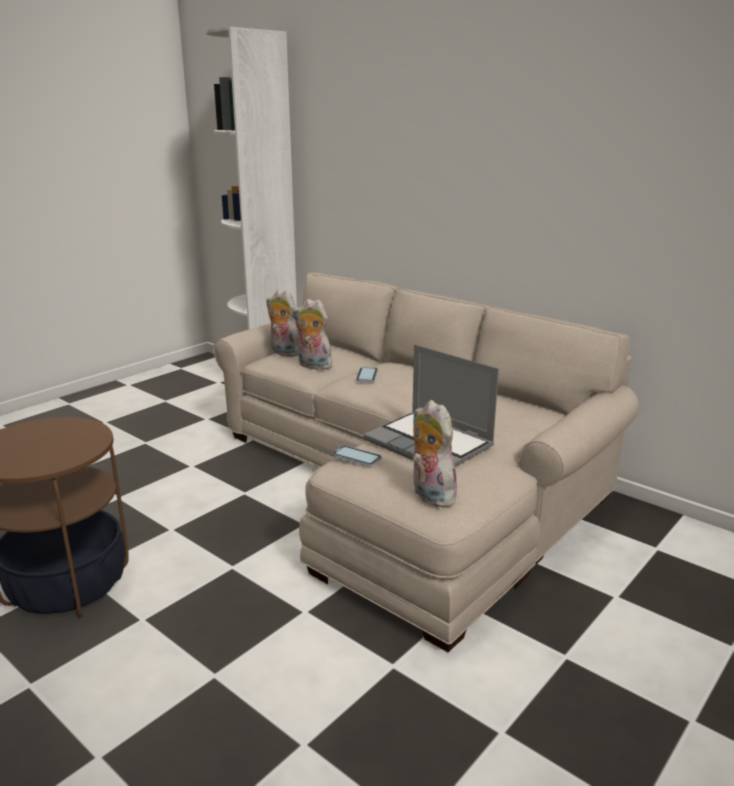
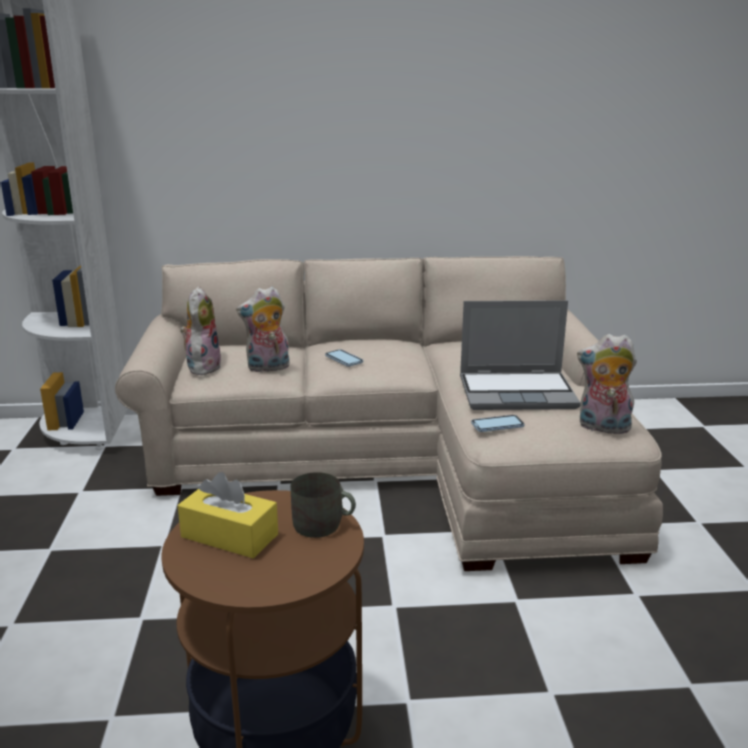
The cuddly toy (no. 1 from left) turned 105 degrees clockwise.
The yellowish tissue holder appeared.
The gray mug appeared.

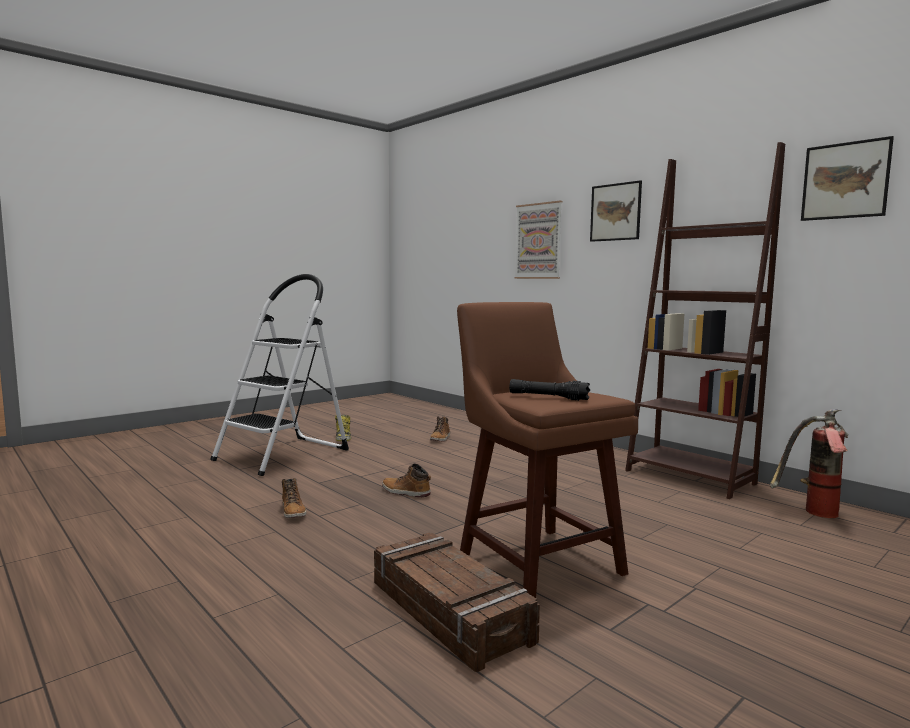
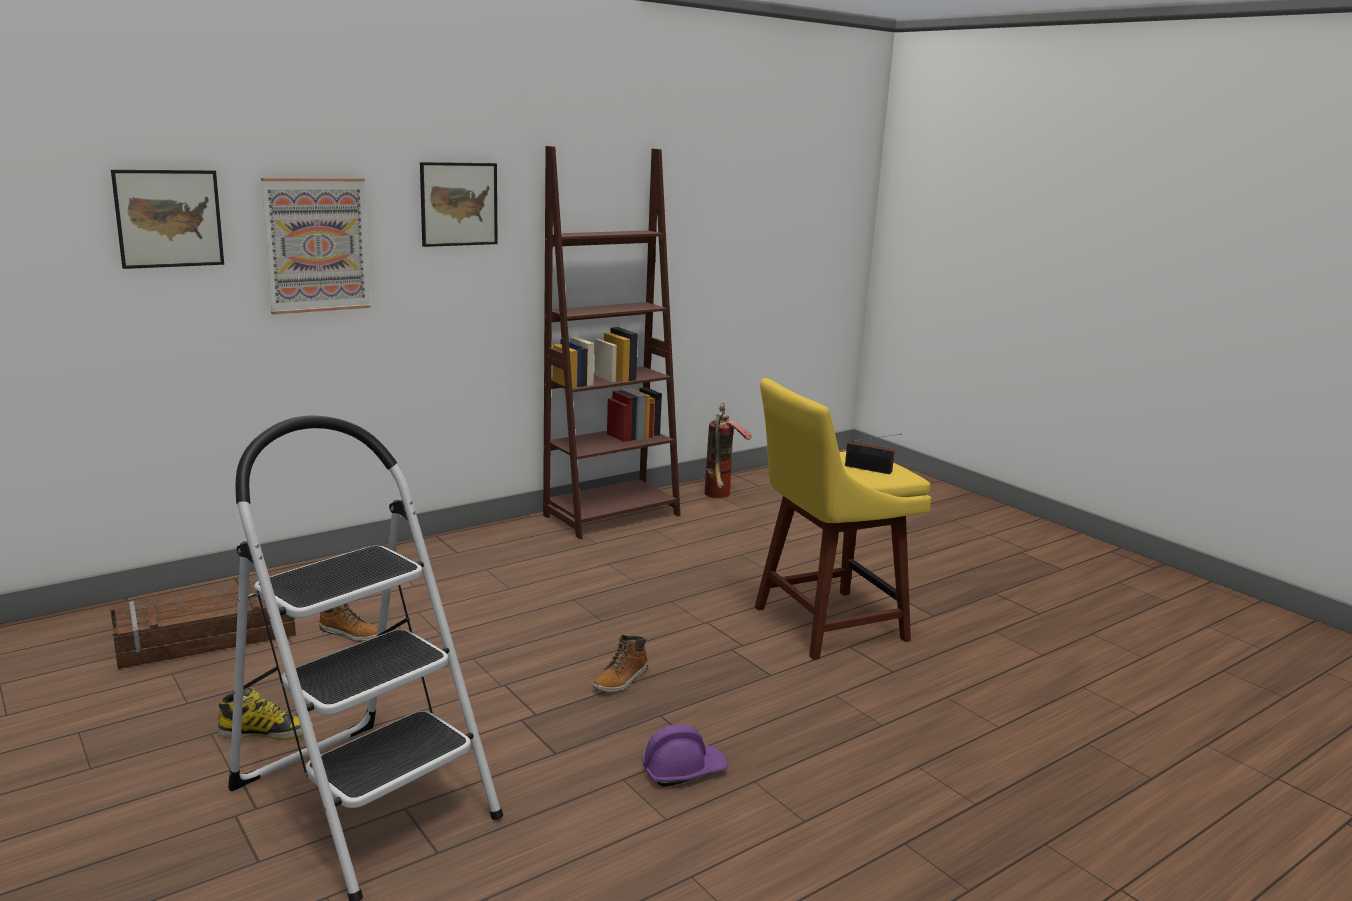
The picture (no. 3 from left in the first image) moved.
The brownish sitting stool became the yellowish sitting stool.
The blackish flashlight was replaced by the radio receiver.
The high-top boot (no. 1 from left) was replaced by the purple safety helmet.
The shipping crate moved.

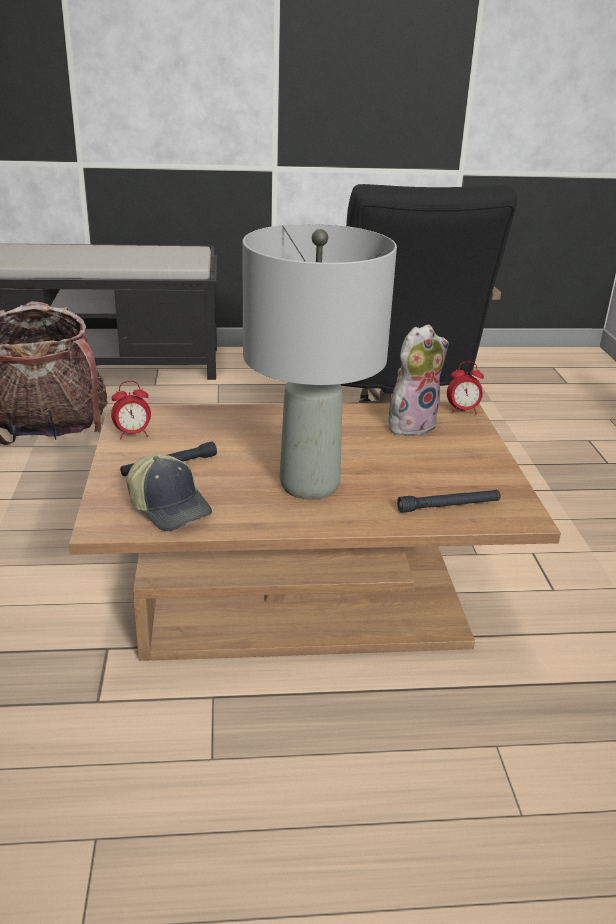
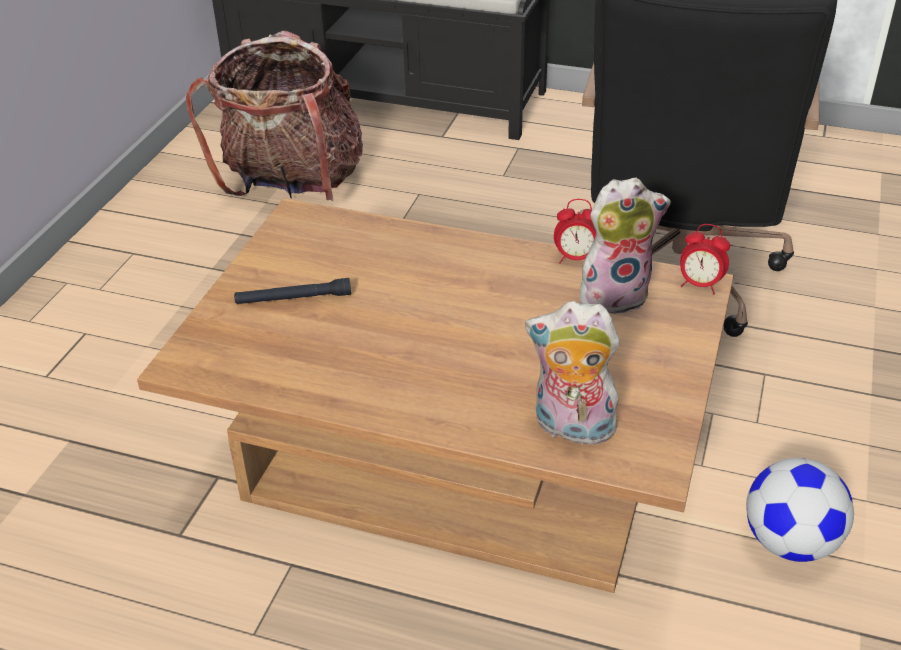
The gray lamp for a table disappeared.
The table clock (no. 1 from left) moved.
The peaked cap disappeared.
The blackish flashlight (no. 2 from left) was replaced by the cuddly toy (no. 1 from left).
The ball for football appeared.

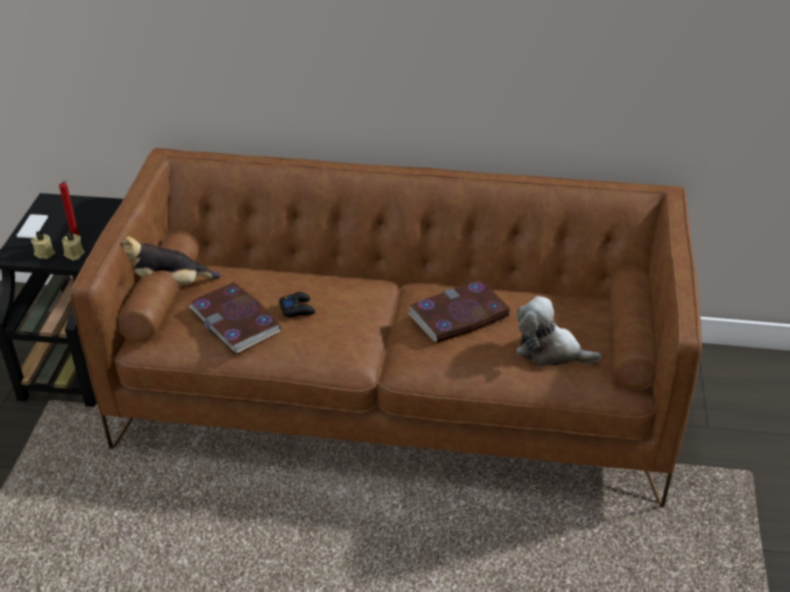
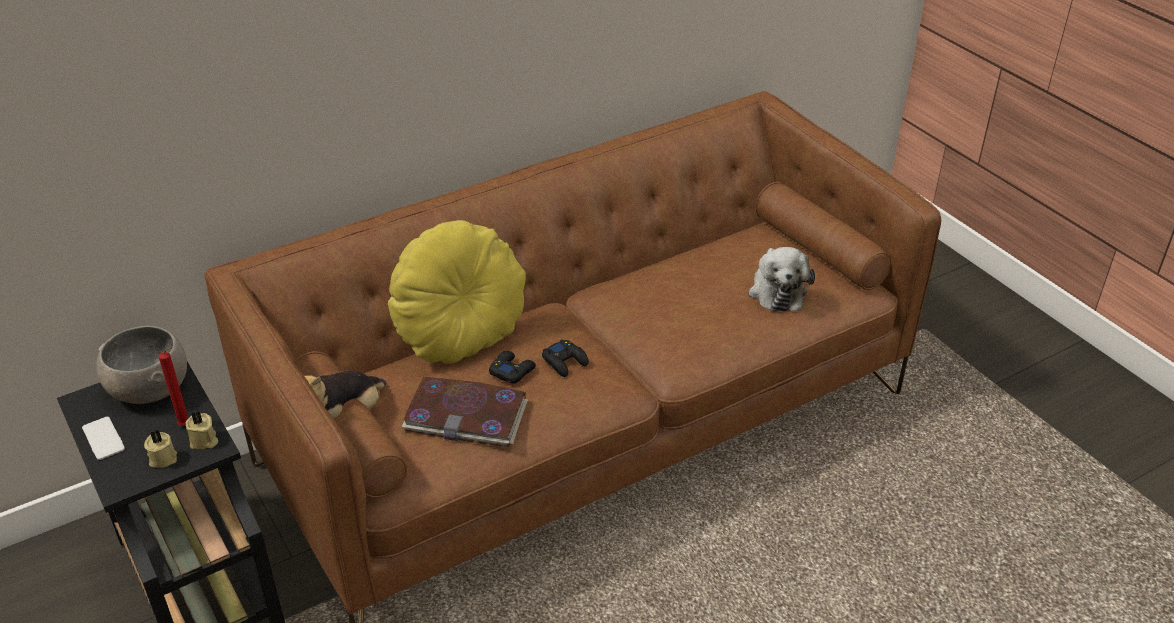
The book (no. 2 from left) disappeared.
The cuddly toy (no. 2 from left) turned 75 degrees counterclockwise.
The yellowish throw pillow appeared.
The gray bowl appeared.
The blackish joypad (no. 2 from left) appeared.

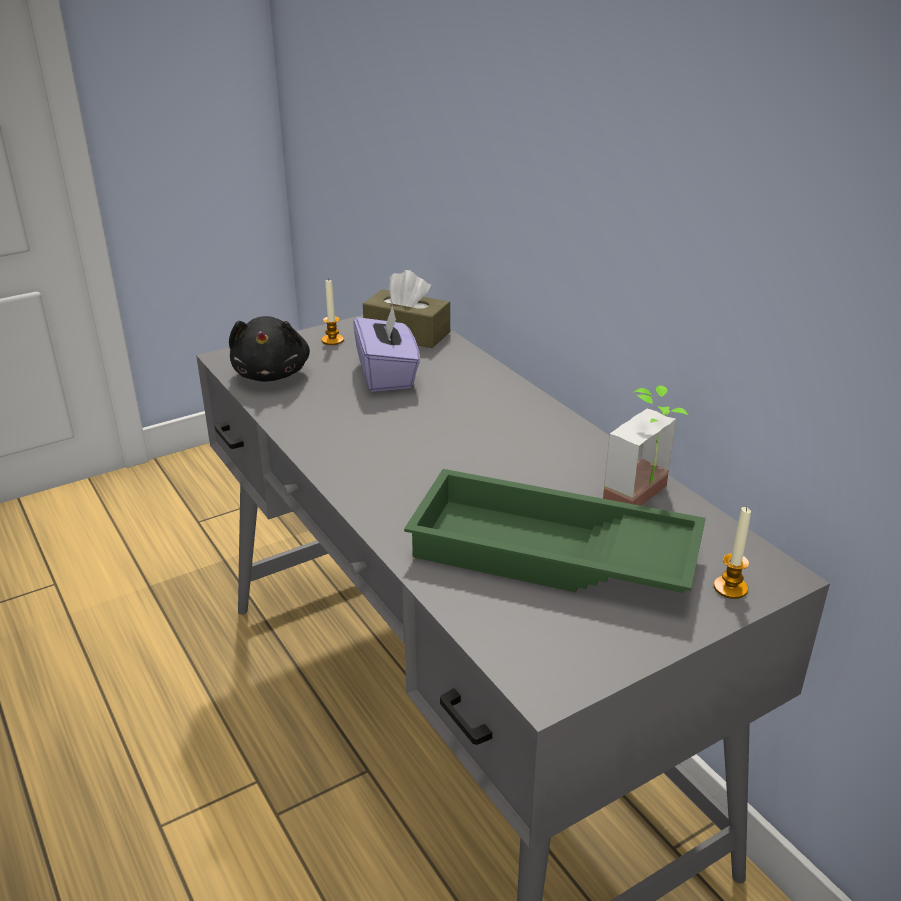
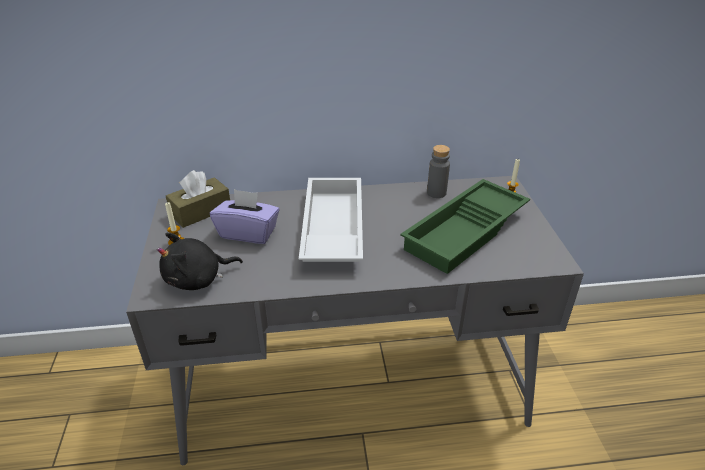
The blackish cuddly toy turned 135 degrees clockwise.
The plant in a pot was replaced by the gray bottle.
The whitish carrying tray appeared.

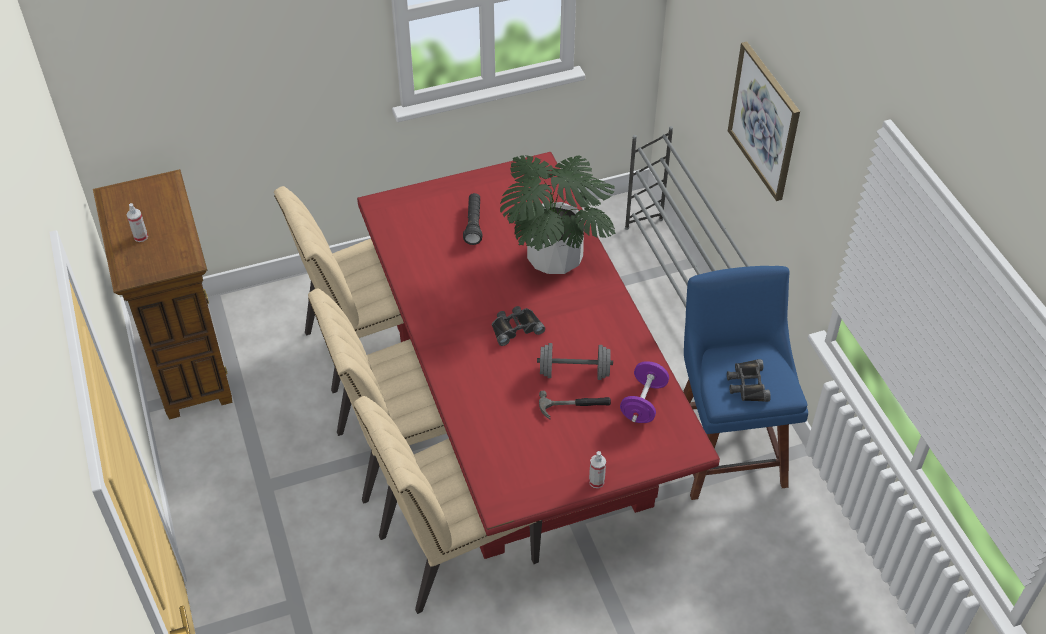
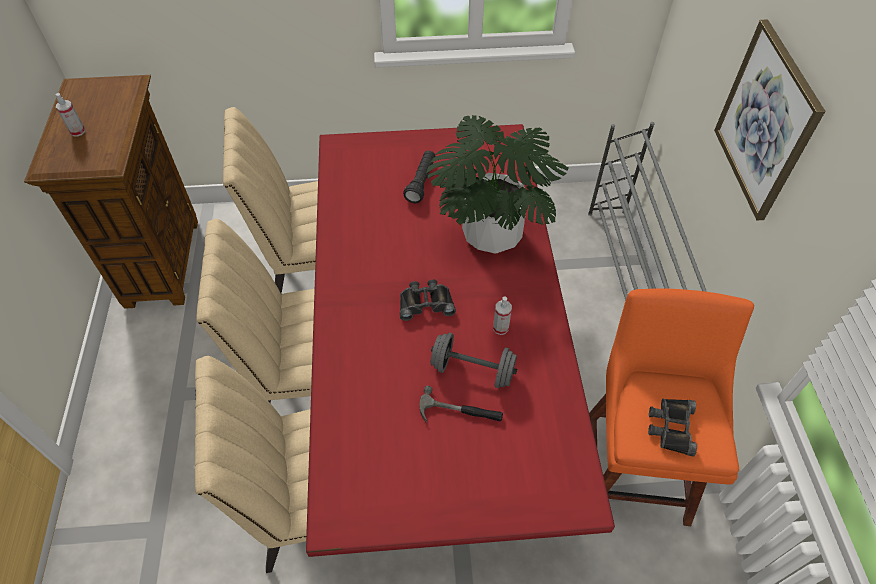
The blue-coloured sitting stool became the orange sitting stool.
The purple hand weight disappeared.
The sprayer (no. 2 from left) moved.

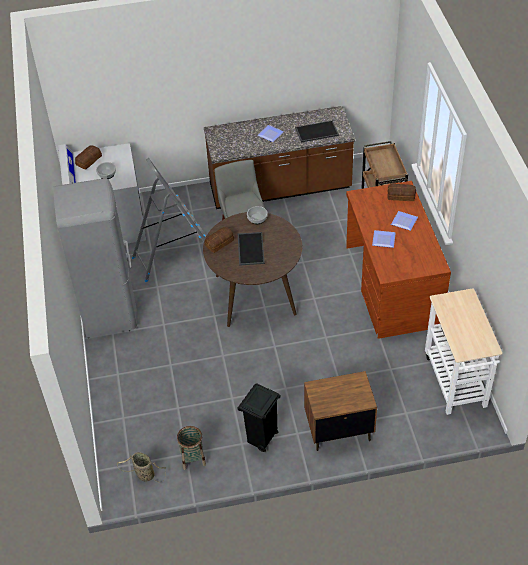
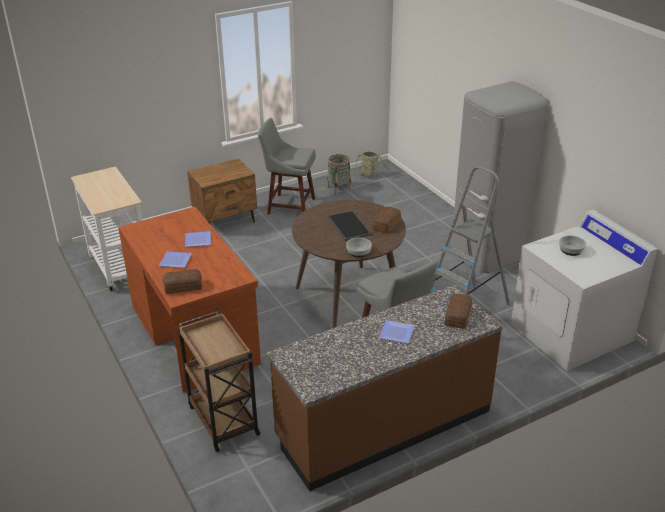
The carrying tray (no. 2 from left) disappeared.
The bread (no. 1 from left in the first image) moved.
The blackish waste bin was replaced by the gray sitting stool (no. 1 from left).

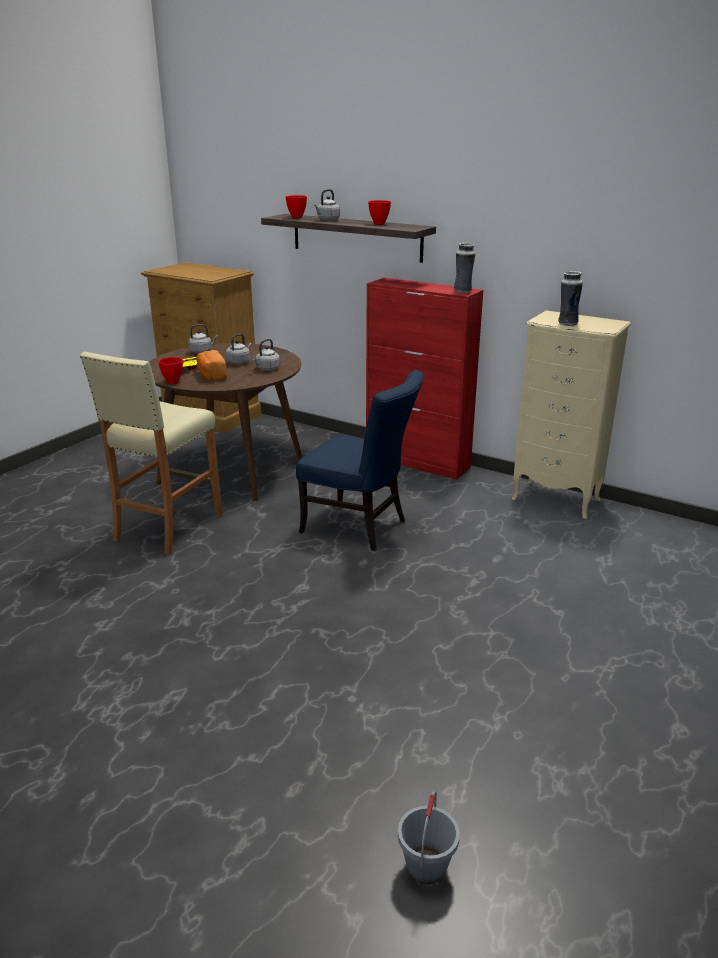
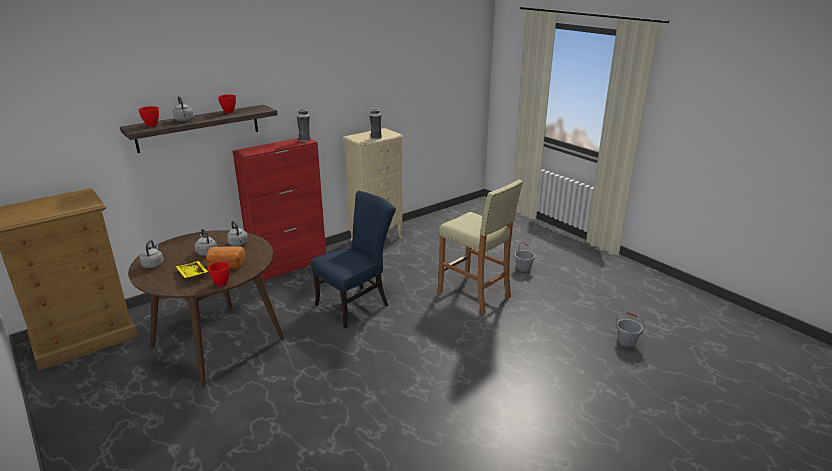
The beige-coloured sitting stool moved.
The gray bucket (no. 1 from left) appeared.

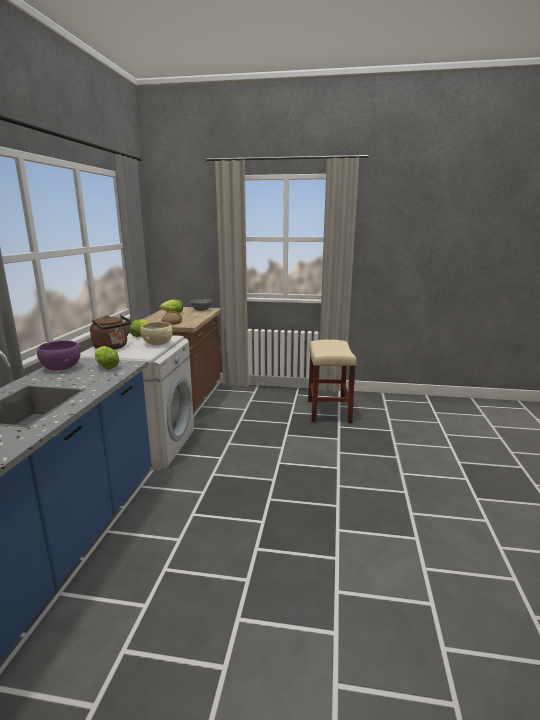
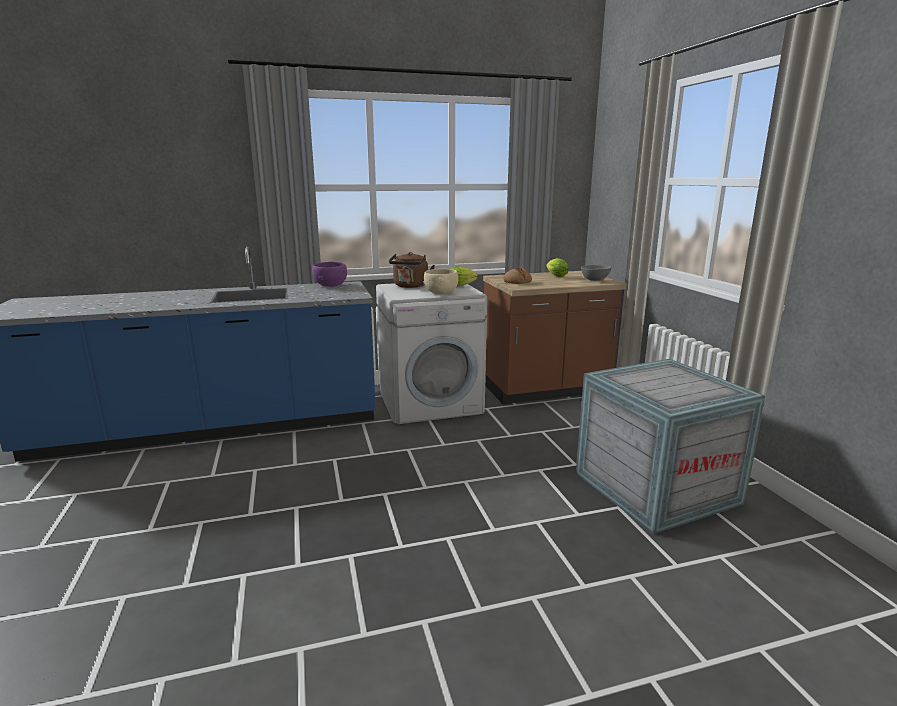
The beige-coloured sitting stool was replaced by the shipping crate.
The head of lettuce (no. 1 from left) disappeared.

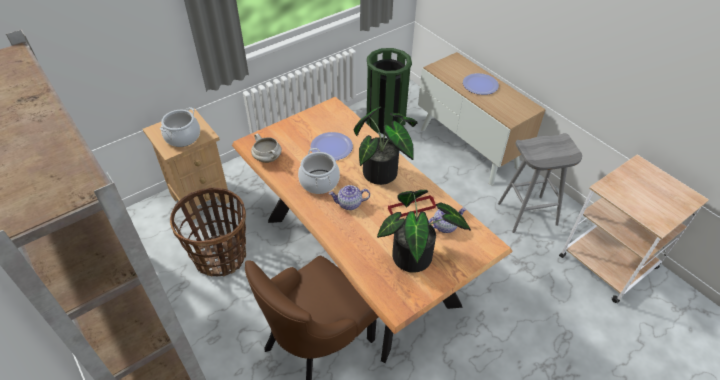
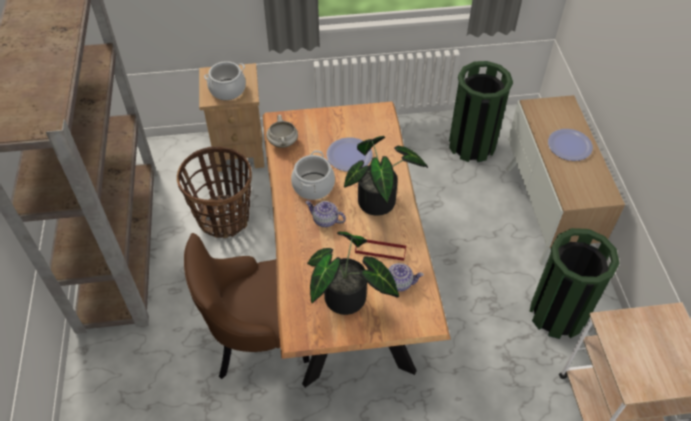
The gray sitting stool was replaced by the greenish waste bin (no. 2 from left).

